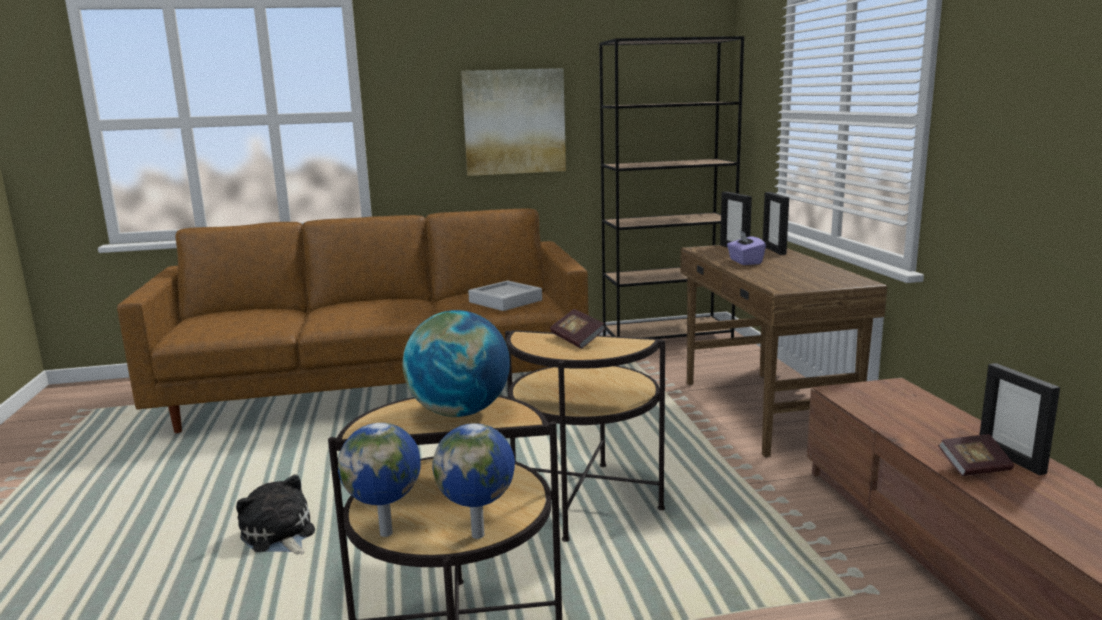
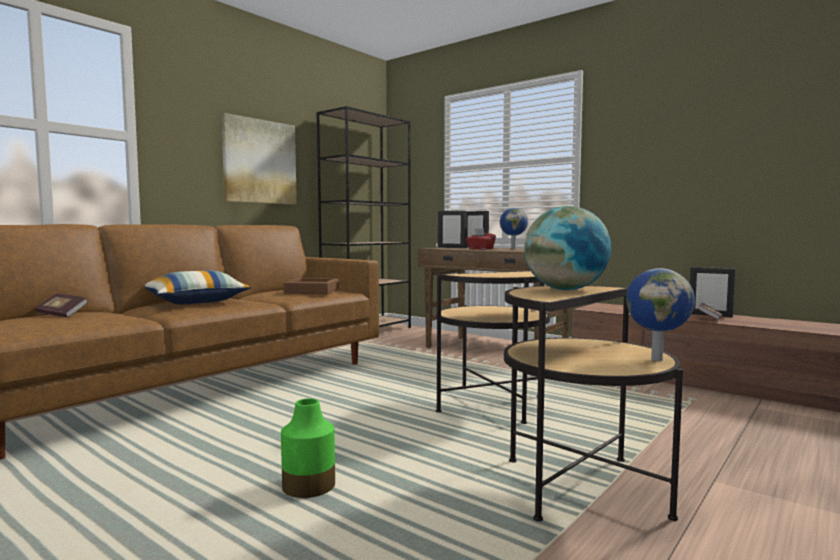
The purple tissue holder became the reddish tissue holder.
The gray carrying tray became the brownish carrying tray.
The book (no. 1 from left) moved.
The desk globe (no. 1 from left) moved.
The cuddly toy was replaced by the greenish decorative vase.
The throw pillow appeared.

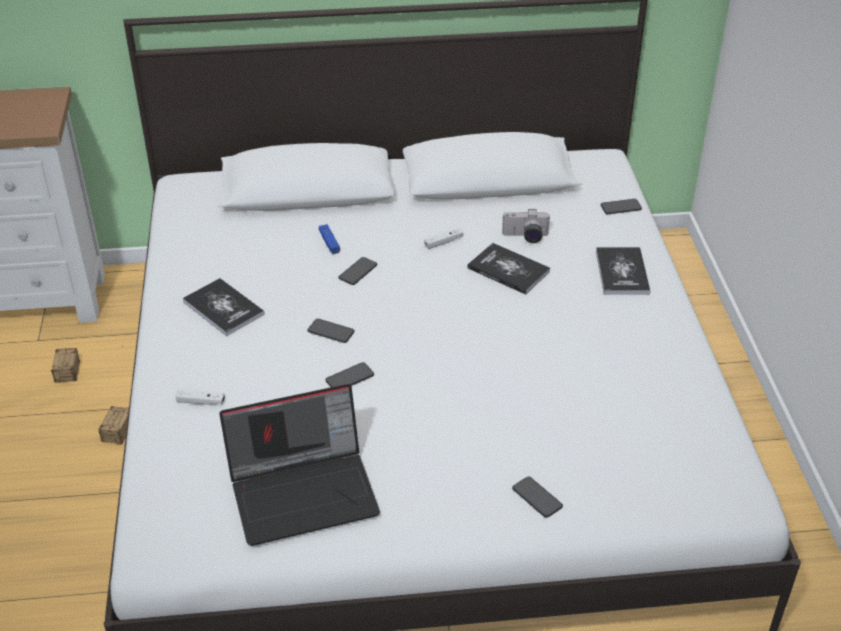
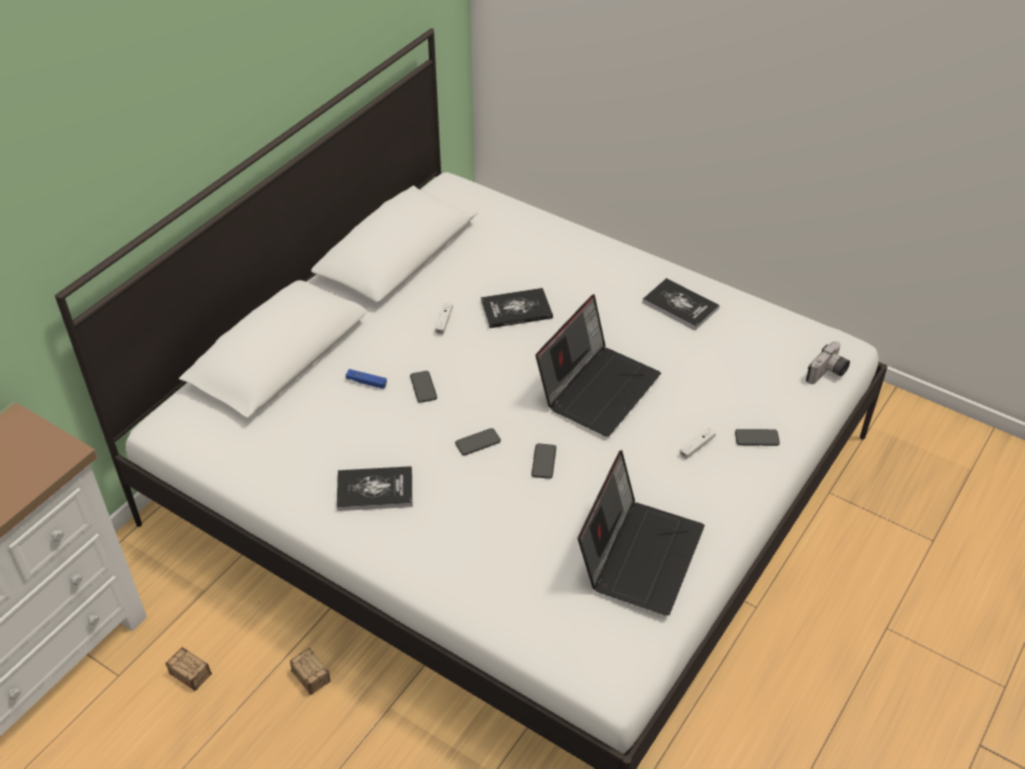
The handset (no. 5 from left) disappeared.
The photo camera moved.
The book (no. 3 from left) moved.
The whitish joypad (no. 1 from left in the first image) moved.
The laptop (no. 1 from left) appeared.

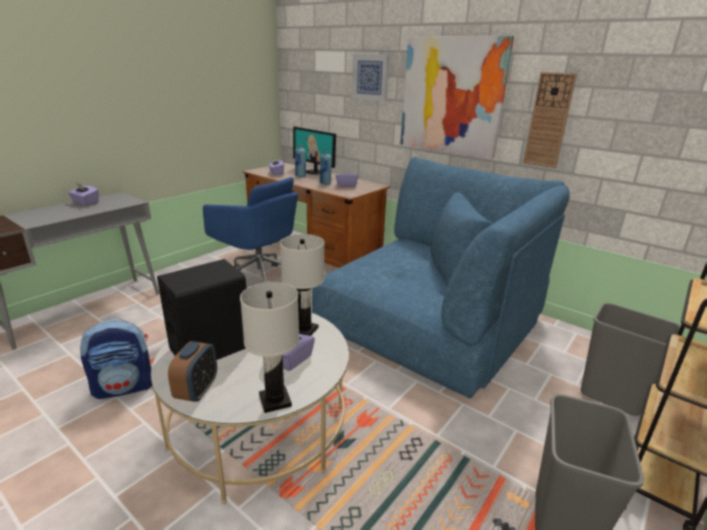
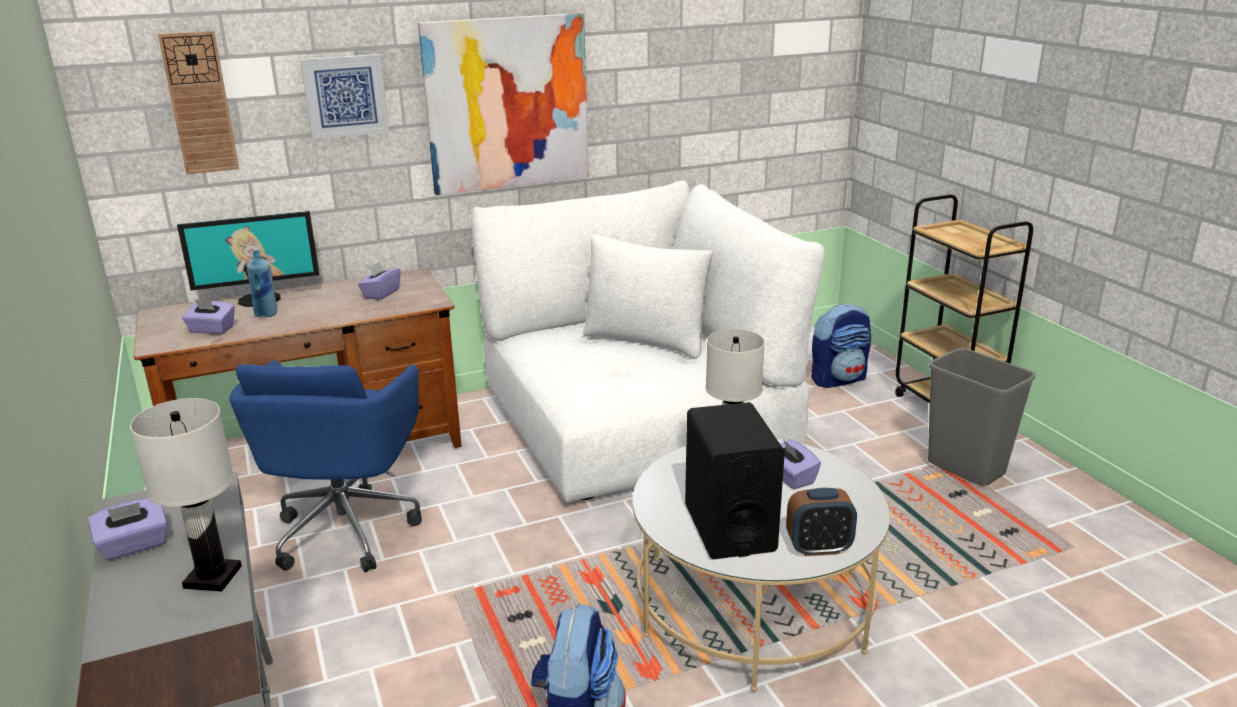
The clock on the wall moved.
The blue-coloured bottle (no. 2 from left) disappeared.
The blue-coloured couch became the whitish couch.
The blue-coloured desk chair turned 120 degrees clockwise.
The whitish lamp for a table (no. 1 from left) moved.
The gray waste bin (no. 2 from left) was replaced by the knapsack (no. 2 from left).
The table clock turned 135 degrees clockwise.

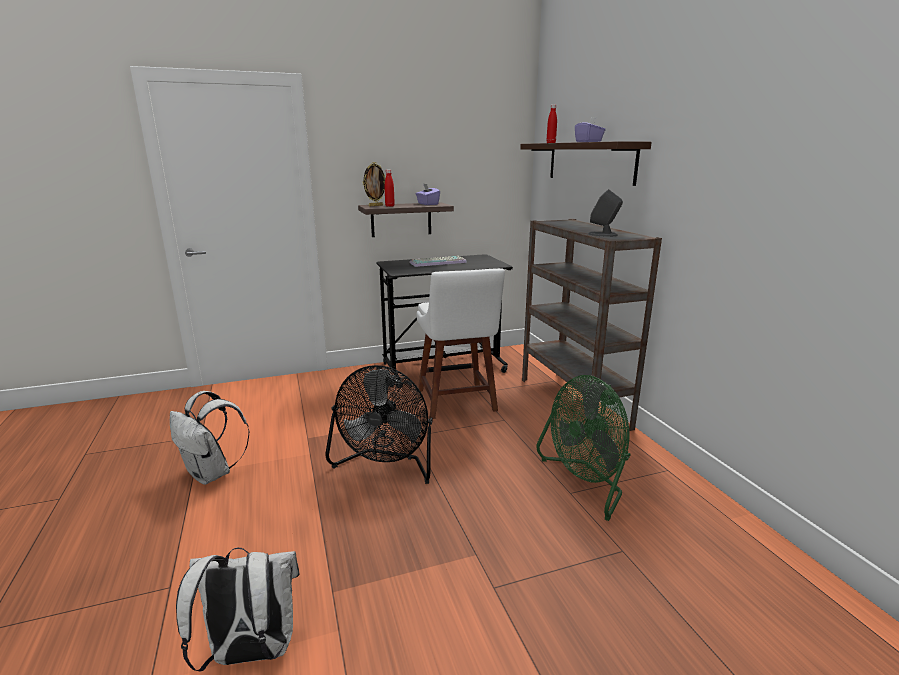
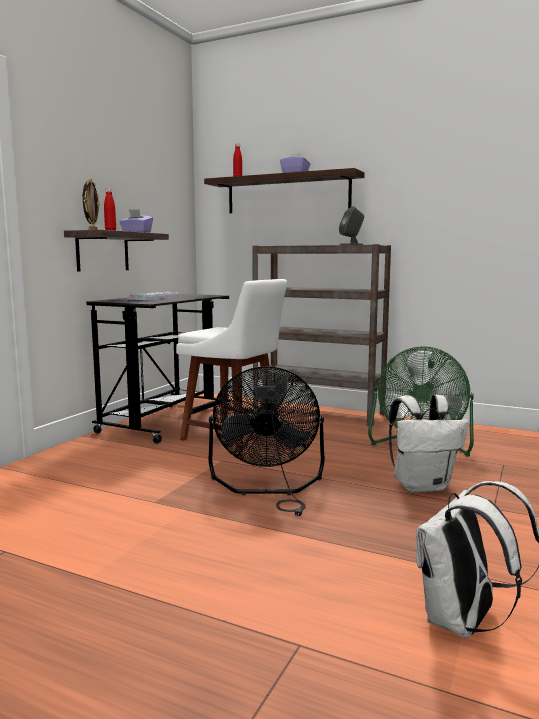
The blackish cooling fan turned 150 degrees counterclockwise.
The whitish knapsack (no. 1 from left) moved.

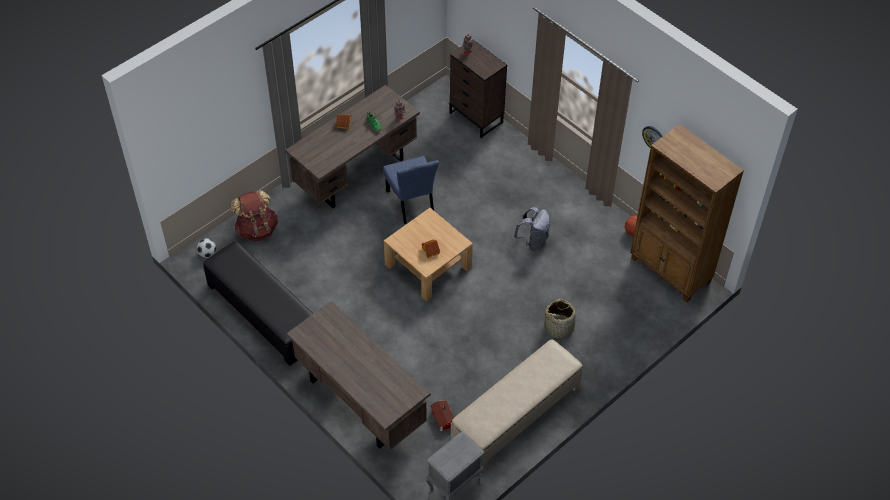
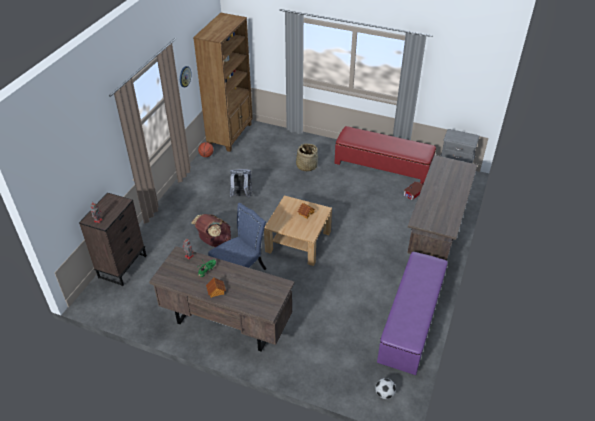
The brownish knapsack moved.
The blackish bench became the purple bench.
The beige-coloured bench became the reddish bench.

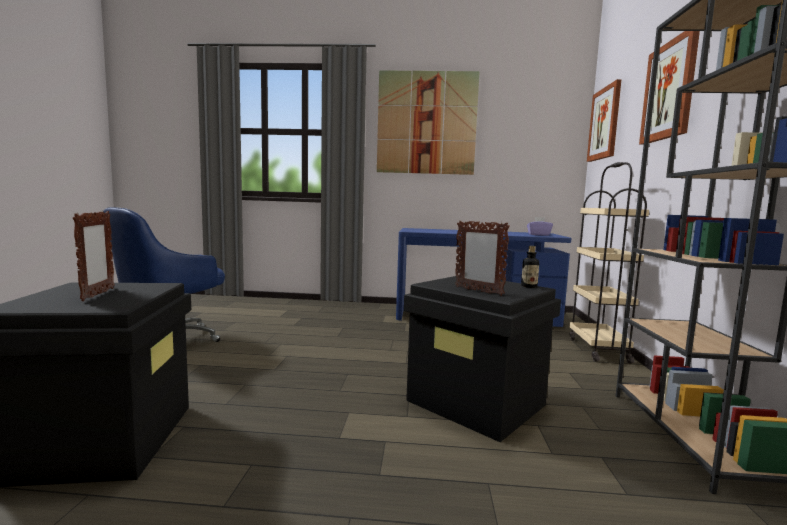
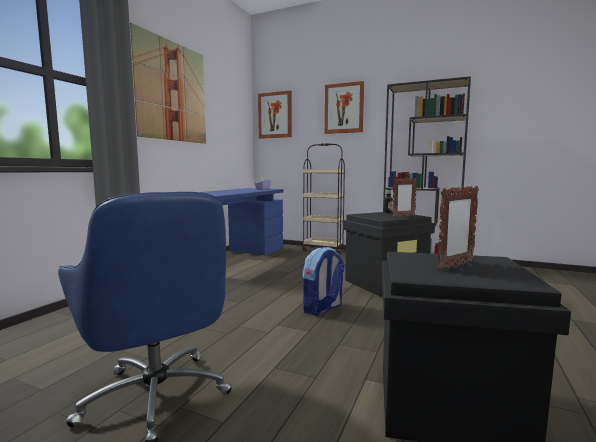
The standing frame (no. 1 from left in the first image) turned 135 degrees clockwise.
The knapsack appeared.

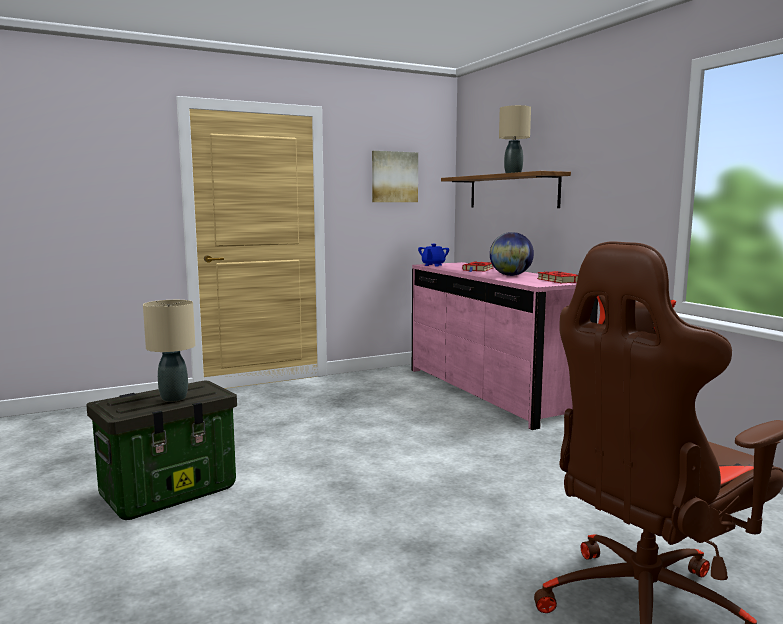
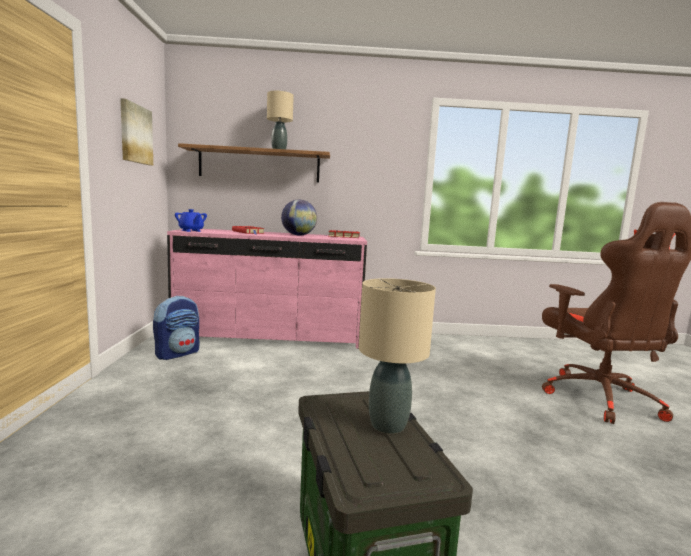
The knapsack appeared.

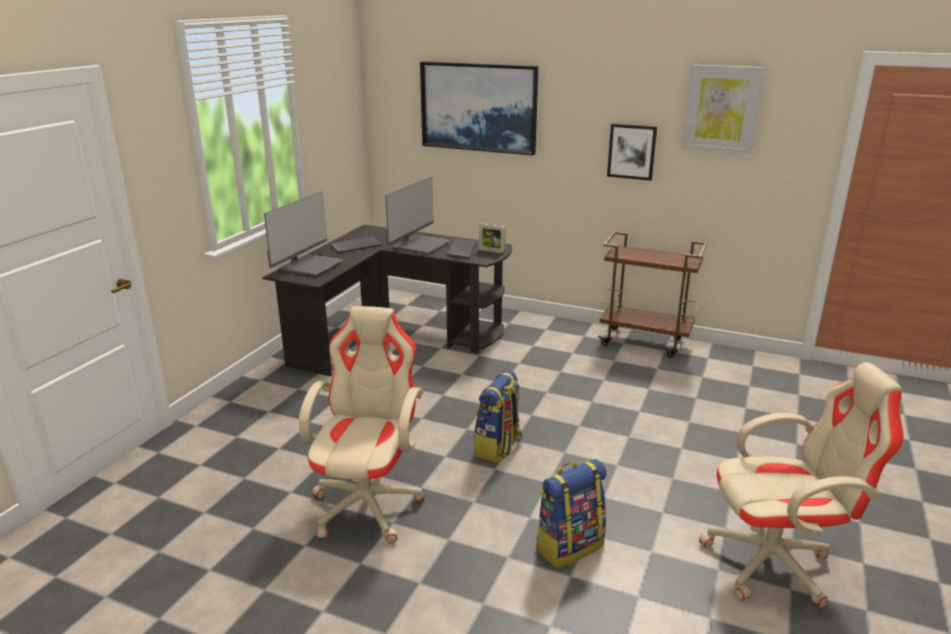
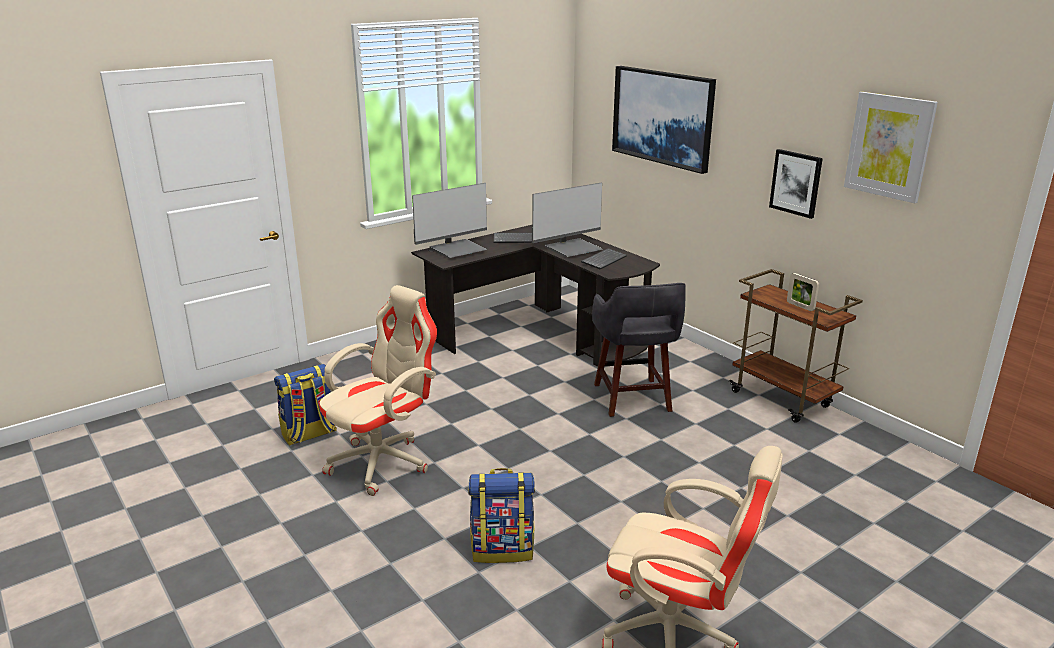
The standing frame moved.
The knapsack (no. 1 from left) moved.
The gray sitting stool appeared.

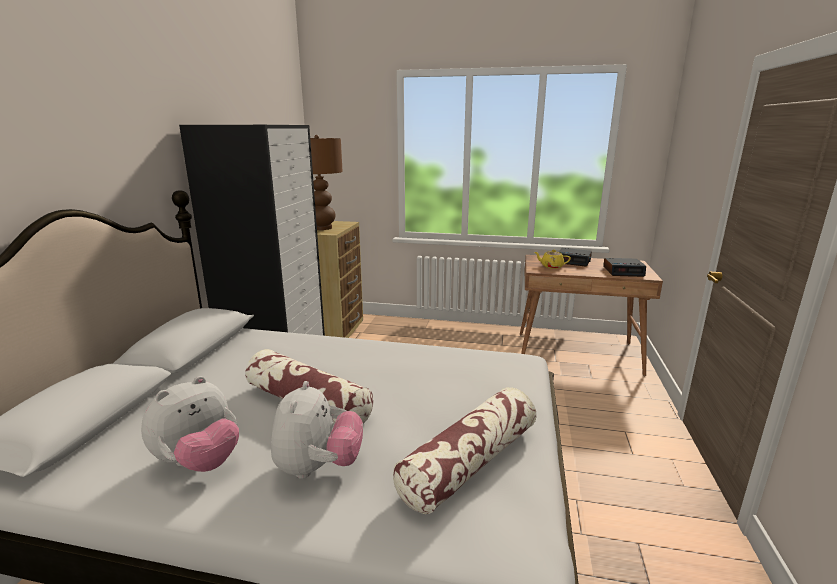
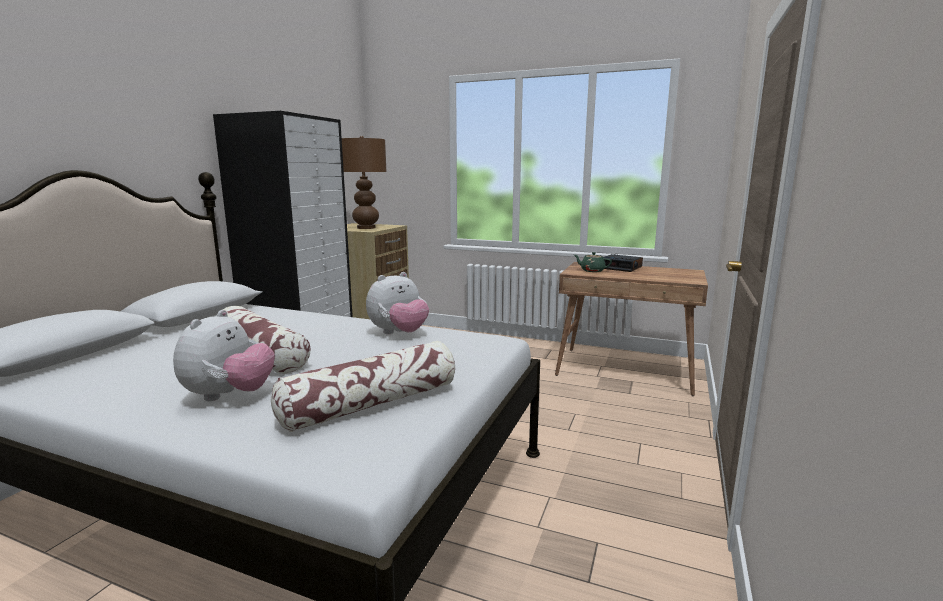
The yellowish teapot became the greenish teapot.
The table clock (no. 2 from left) disappeared.
The cuddly toy (no. 1 from left in the first image) moved.

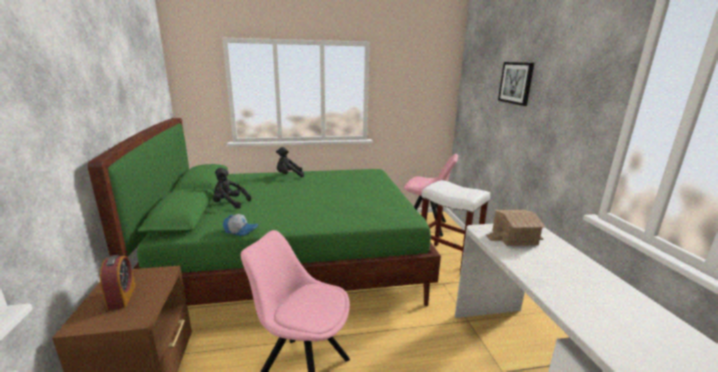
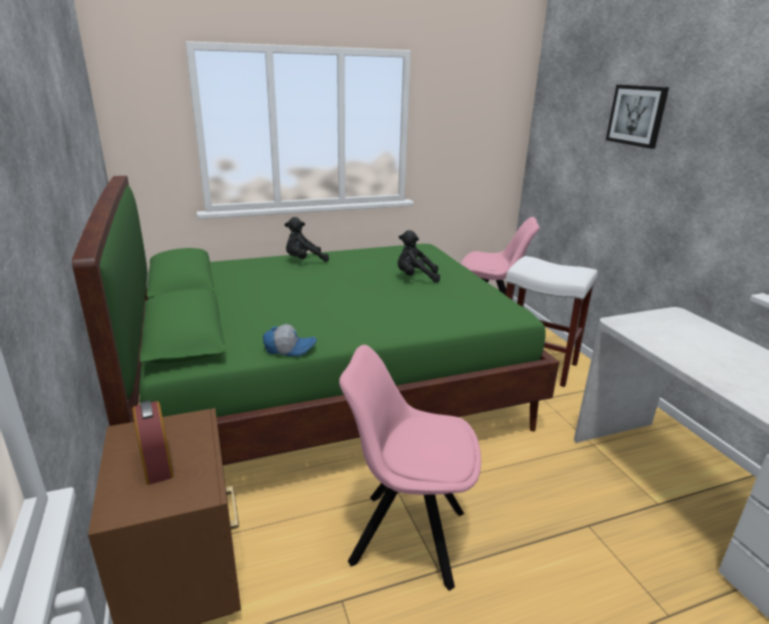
The blackish cuddly toy (no. 1 from left in the first image) moved.
The miniature house disappeared.

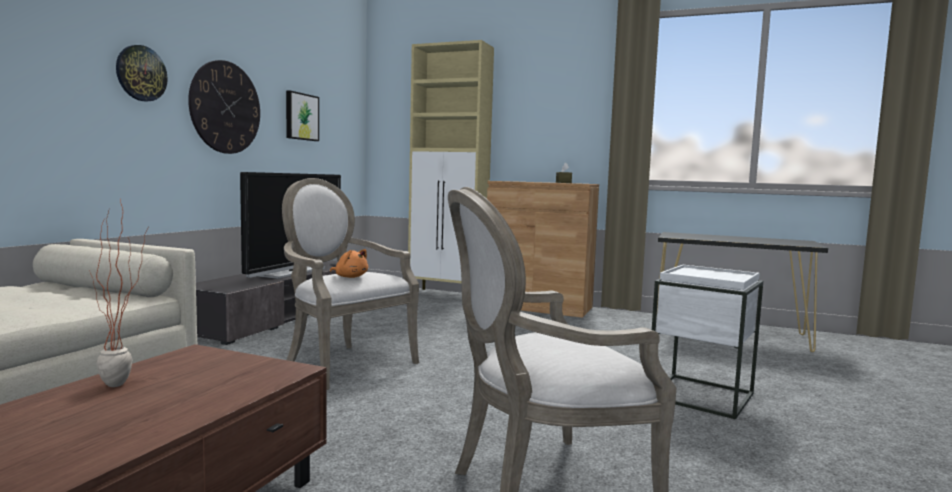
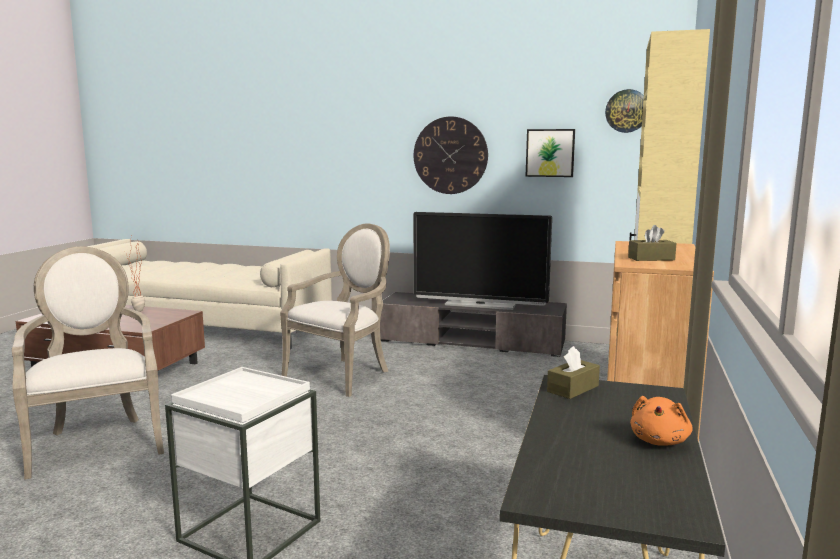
The clock on the wall (no. 1 from left in the first image) moved.
The orange cuddly toy moved.
The brownish tissue holder (no. 1 from left) appeared.

